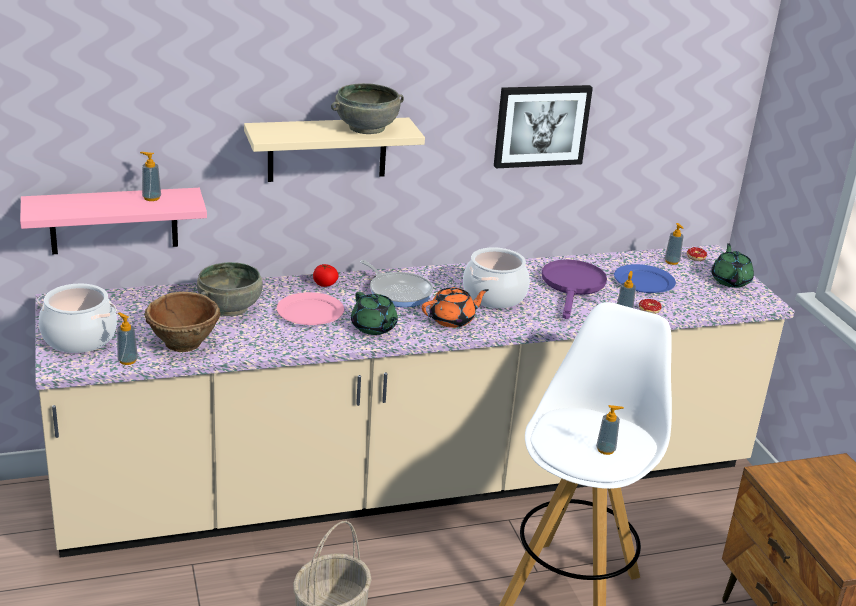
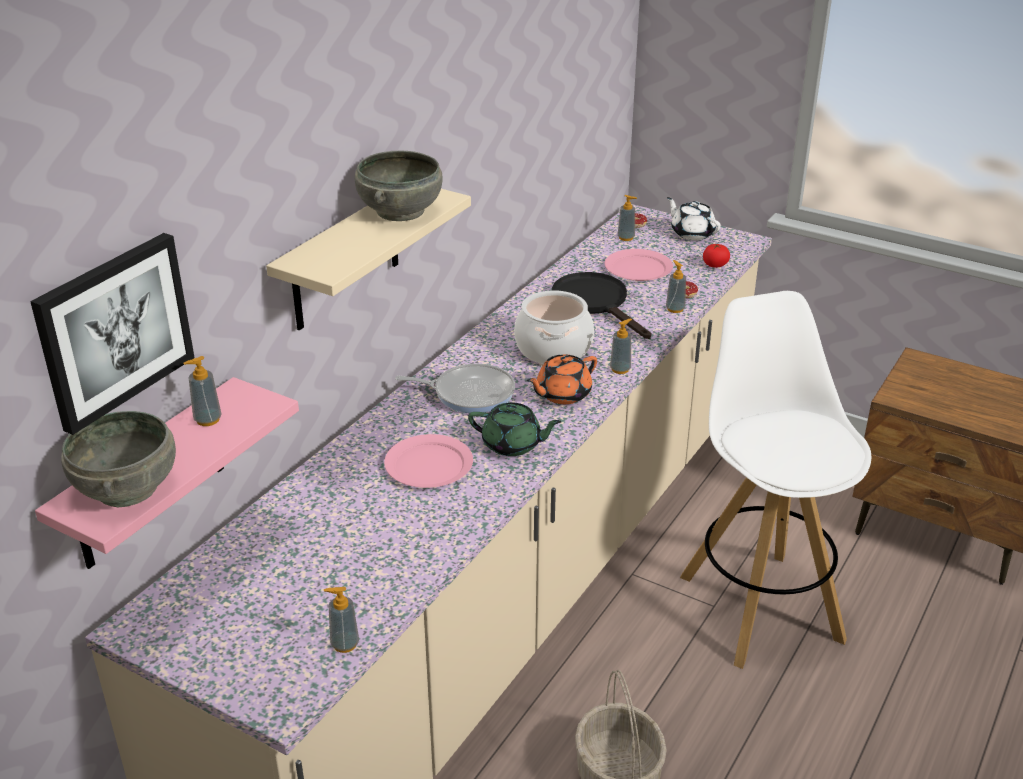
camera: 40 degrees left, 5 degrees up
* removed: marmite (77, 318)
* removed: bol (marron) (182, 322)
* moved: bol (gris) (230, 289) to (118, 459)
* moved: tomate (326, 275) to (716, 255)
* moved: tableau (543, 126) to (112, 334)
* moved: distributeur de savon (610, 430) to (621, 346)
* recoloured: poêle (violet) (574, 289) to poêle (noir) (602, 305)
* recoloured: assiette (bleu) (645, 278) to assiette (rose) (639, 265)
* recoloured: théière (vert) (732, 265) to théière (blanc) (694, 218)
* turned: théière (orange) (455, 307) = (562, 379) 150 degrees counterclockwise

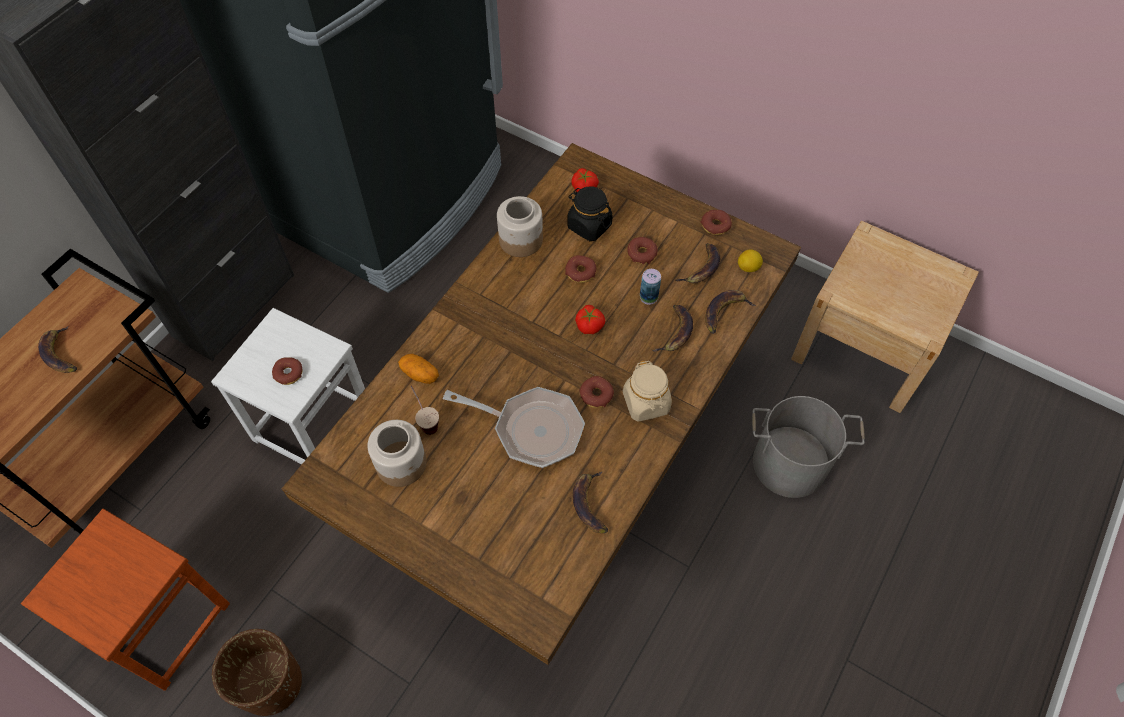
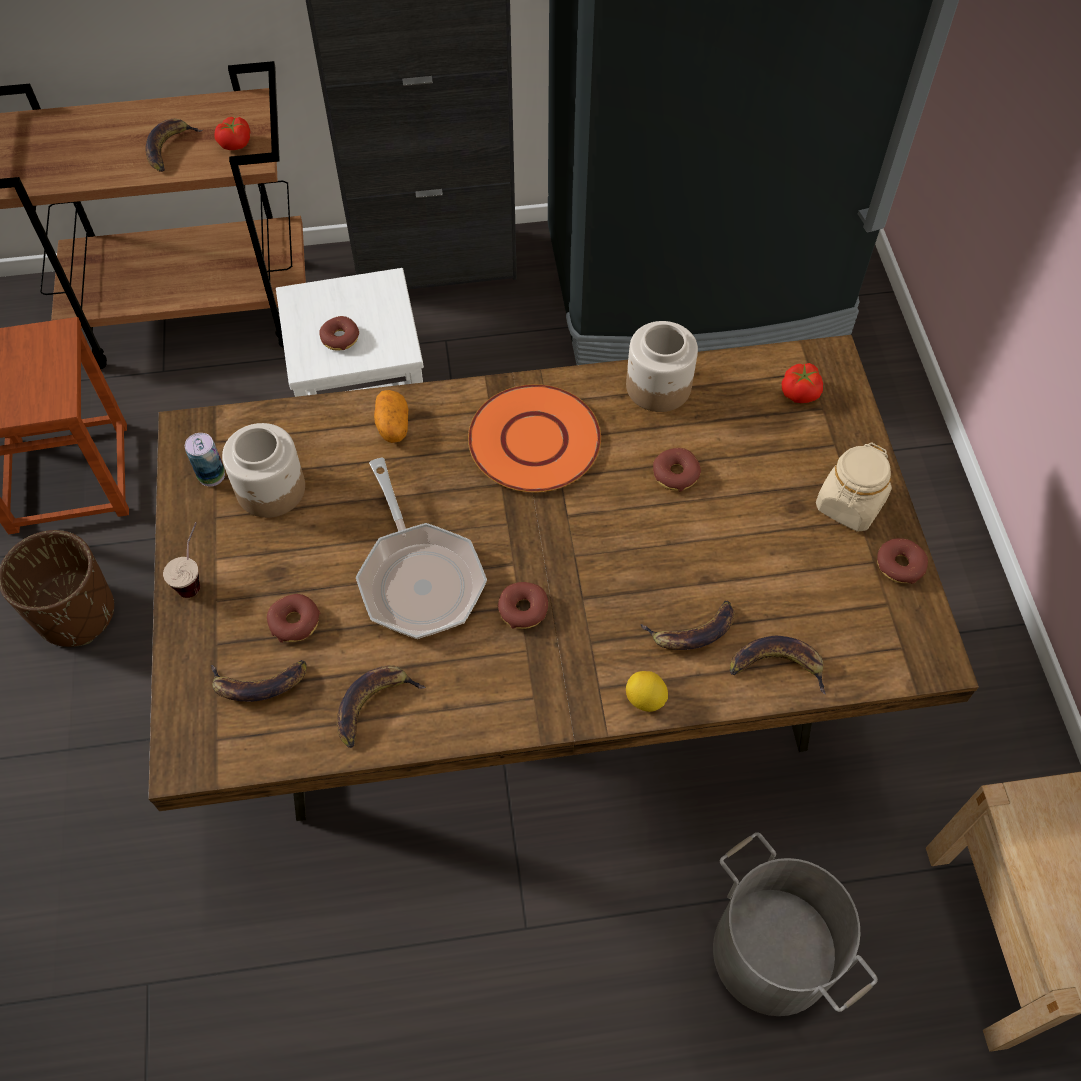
camera: 50 degrees right, 0 degrees up
* removed: bocal (noir) (590, 213)
* added: assiette (orange) (534, 438)
* moved: tasse (425, 410) to (181, 560)
* moved: tomate (590, 319) to (232, 133)
* moved: bocal (beige) (647, 391) to (854, 487)
* moved: beignet (642, 250) to (293, 618)
* moved: boîte métallique (650, 287) to (205, 460)
* moved: banane (698, 263) to (259, 681)
* moved: citron (750, 260) to (647, 691)

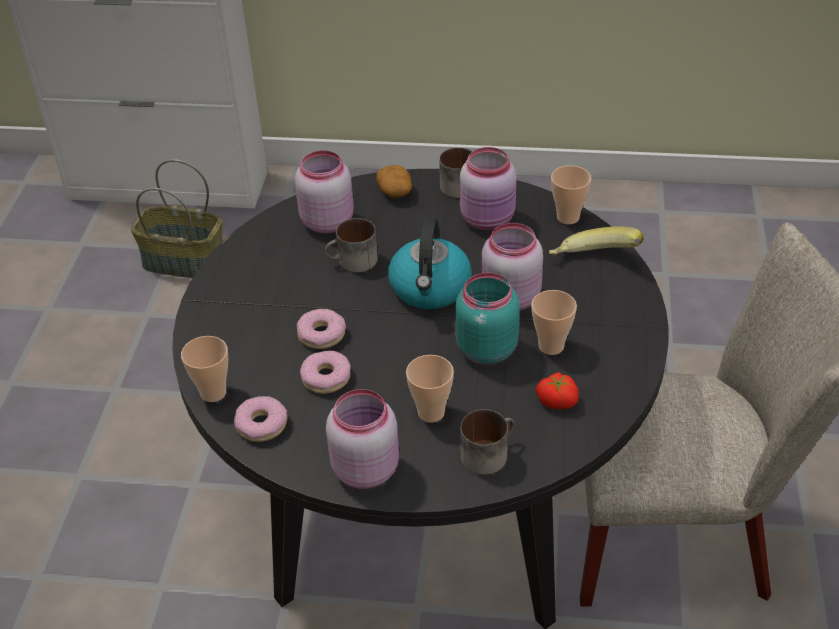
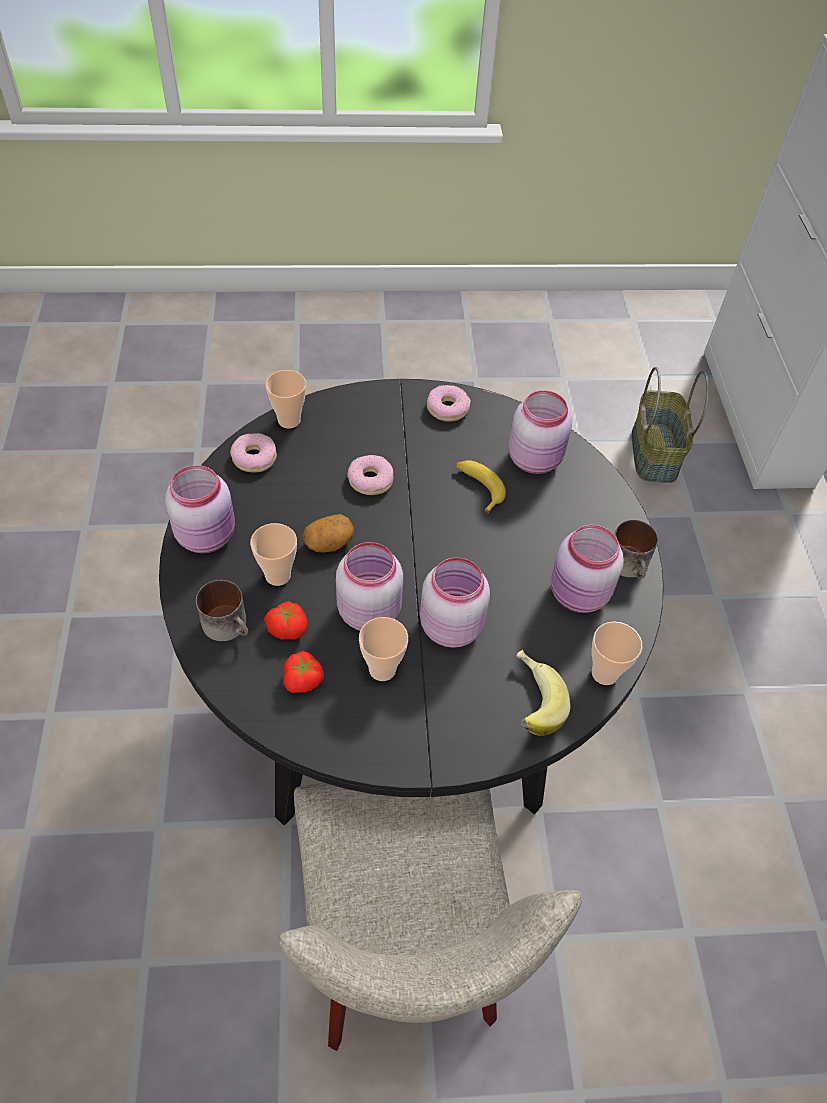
camera: 75 degrees right, 10 degrees up
* removed: bouilloire (430, 263)
* added: tomate (285, 620)
* moved: beignet (325, 372) to (449, 403)
* moved: pomme de terre (394, 181) to (328, 533)
* replaced: mug (351, 245) to banane (481, 487)
* recoloured: bocal (turquoise) (487, 318) to bocal (rose) (369, 586)

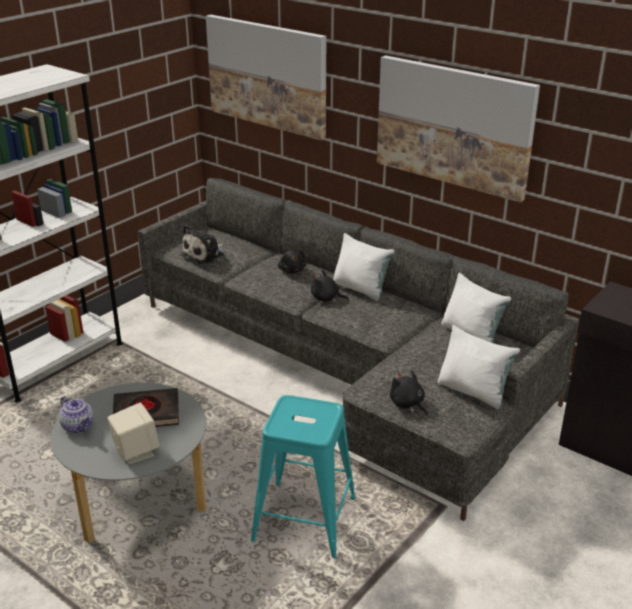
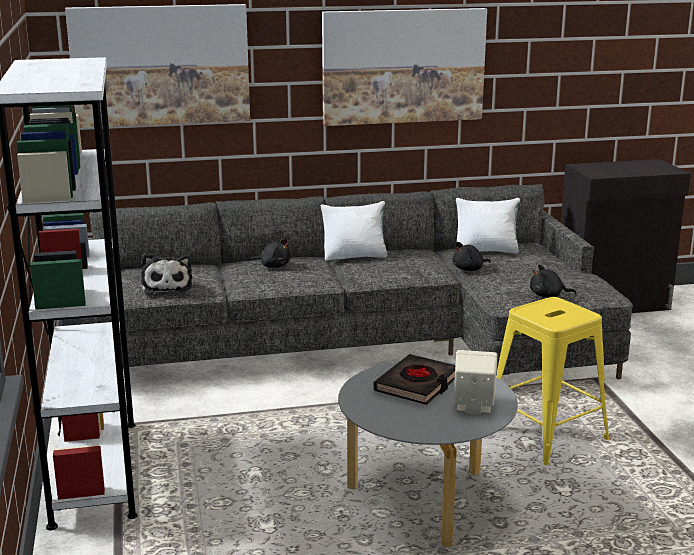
camera: 50 degrees left, 10 degrees down
* removed: théière (76, 414)
* removed: coussin (blanc) (479, 367)
* moved: peluche (noir) (330, 286) to (471, 256)
* recoloured: tabouret (turquoise) (303, 476) to tabouret (jaune) (553, 381)

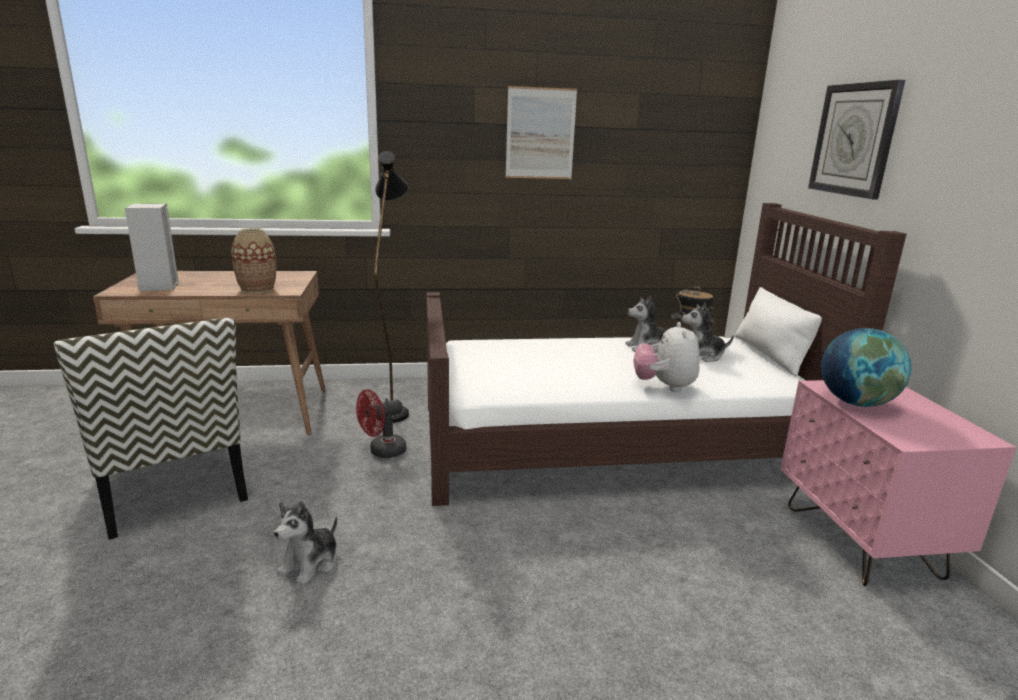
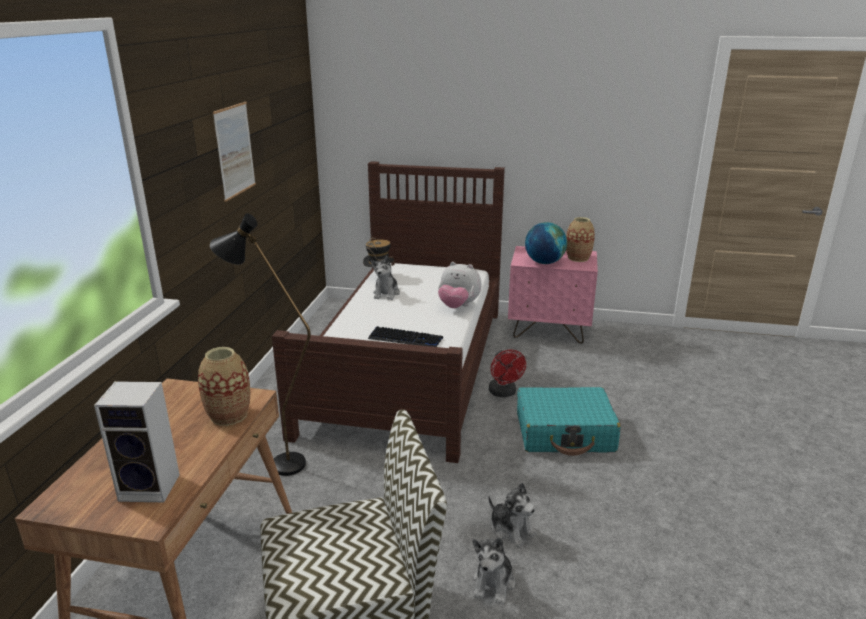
camera: 70 degrees left, 5 degrees up
* removed: coussin (blanc) (778, 331)
* removed: horloge murale (856, 140)
* added: clavier (405, 336)
* added: valise (turquoise) (569, 421)
* added: vase (580, 239)
* moved: ventilateur (rouge) (381, 423) to (507, 373)
* moved: peluche (707, 332) to (493, 571)

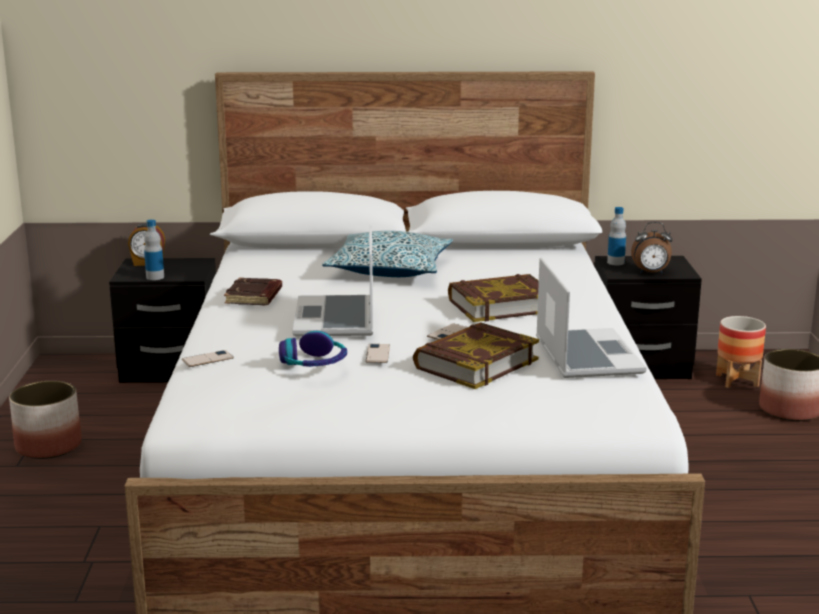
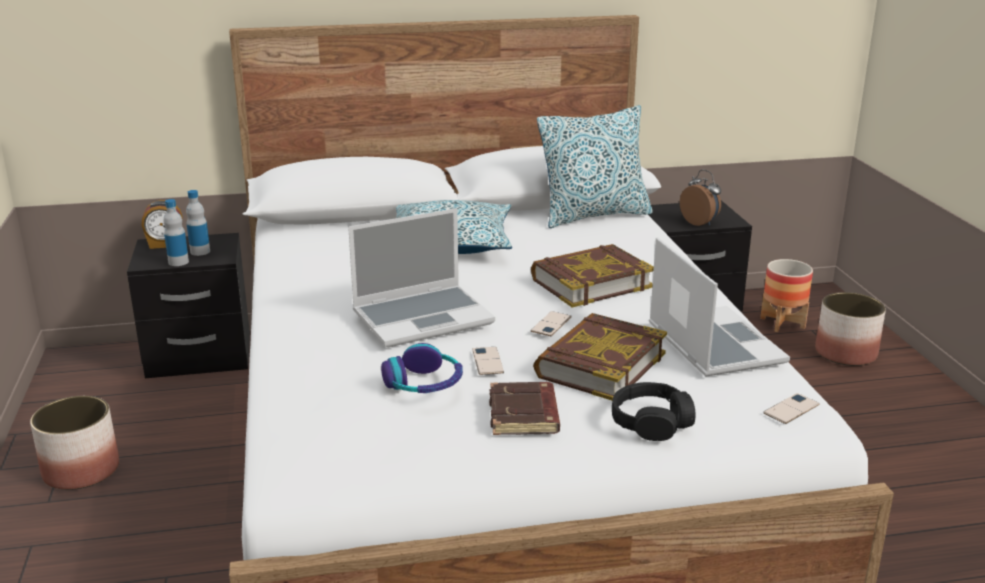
camera: 10 degrees left, 5 degrees up
* added: coussin (595, 166)
* added: casque audio (noir) (653, 411)
* moved: téléphone (208, 358) to (791, 408)
* moved: livre (marron) (253, 291) to (524, 408)
* moved: bouteille (616, 236) to (198, 223)
* turned: ordinateur portable (333, 281) = (421, 278) 105 degrees counterclockwise
* turned: réveil (651, 248) = (700, 197) 120 degrees counterclockwise

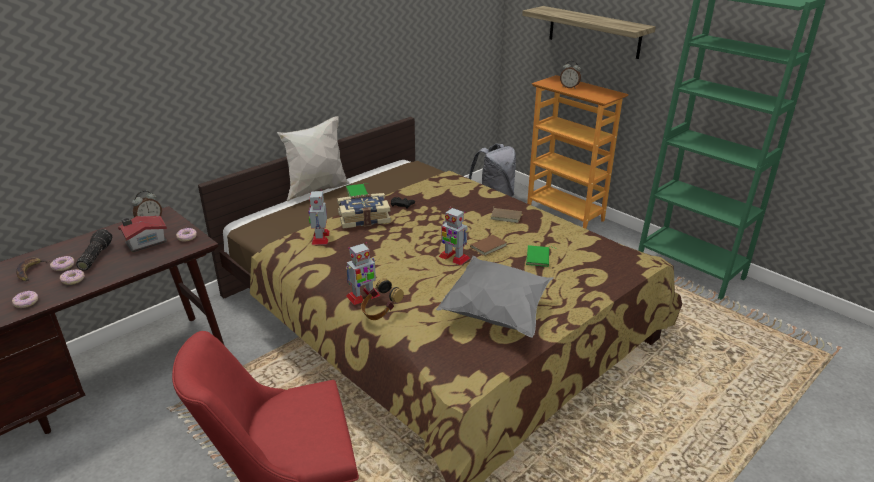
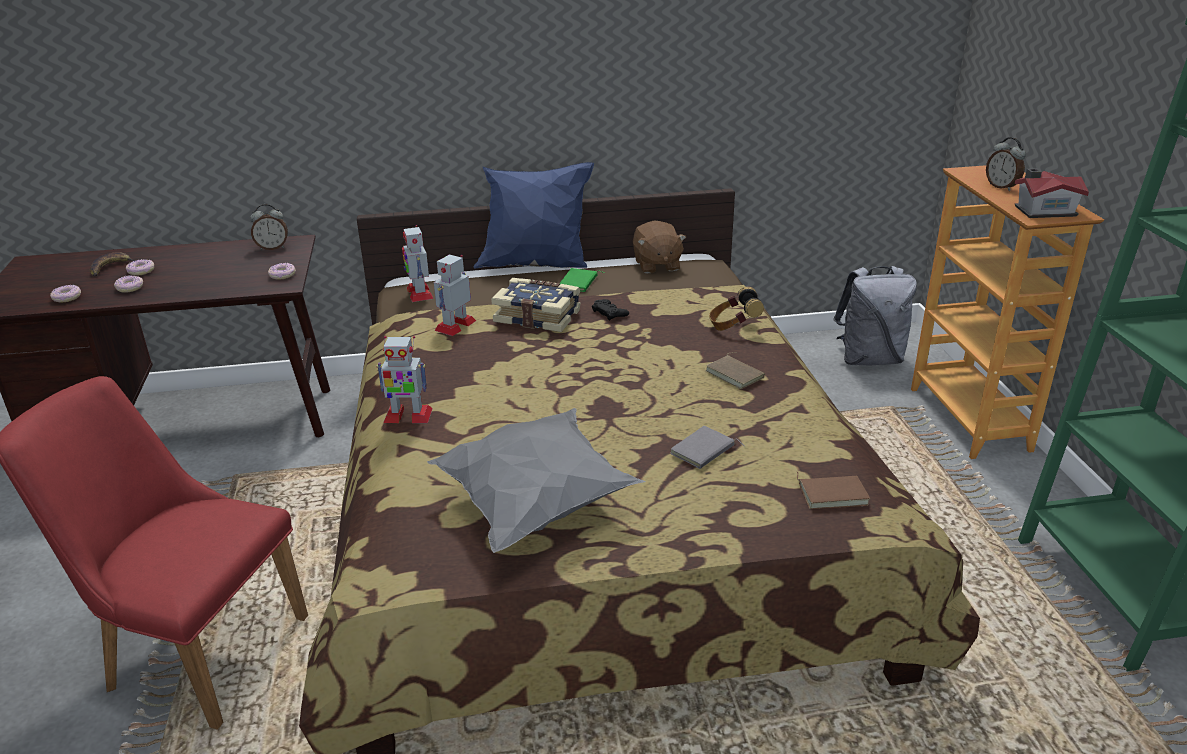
camera: 35 degrees right, 0 degrees up
* removed: lampe de poche (94, 250)
* removed: étagère (589, 32)
* added: peluche (marron) (659, 247)
* moved: maison miniature (142, 234) to (1051, 193)
* moved: casque audio (382, 299) to (736, 309)
* moved: robot jouet (454, 236) to (417, 263)
* moved: livre (marron) (487, 245) to (833, 490)
* recoloured: coussin (blanc) (313, 159) to coussin (bleu) (534, 215)
* recoloured: livre (vert) (540, 256) to livre (gris) (707, 447)

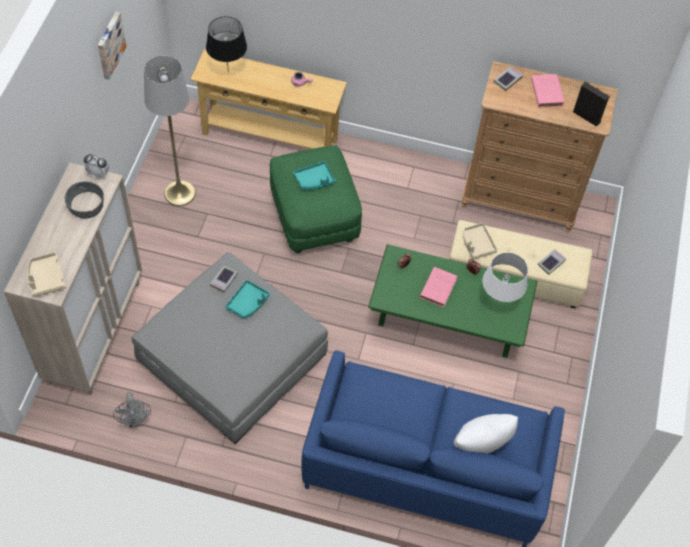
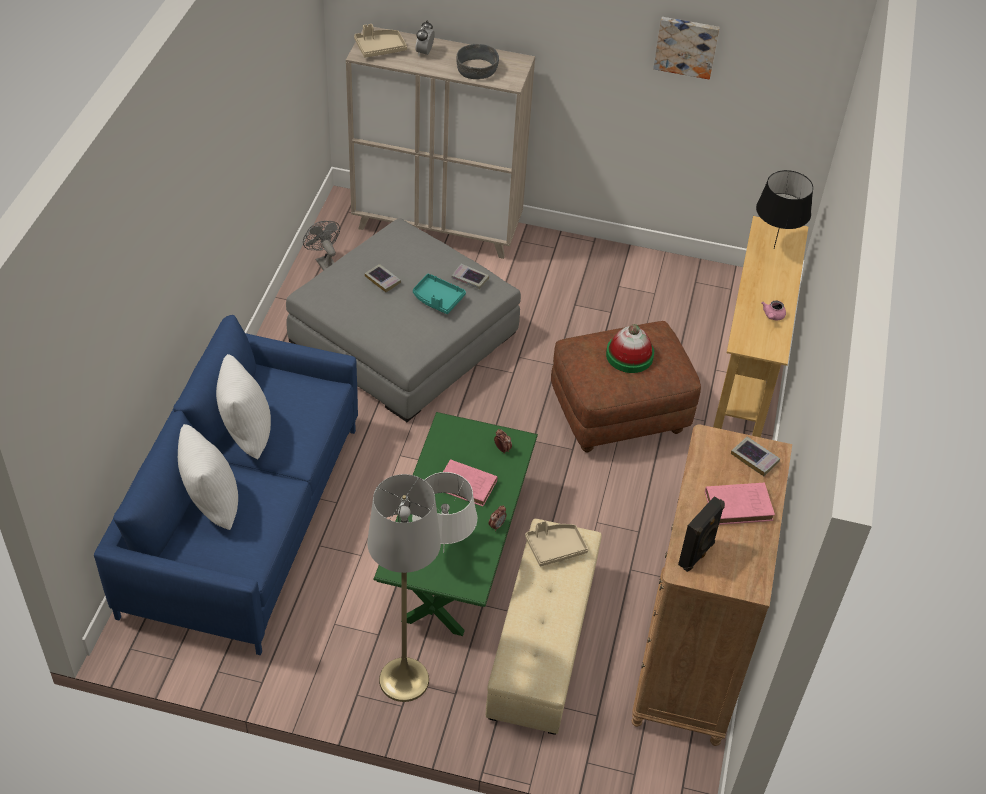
camera: 90 degrees right, 10 degrees down
* added: coussin (blanc) (243, 406)
* moved: réveil (96, 166) to (425, 38)
* moved: lampadaire (gris) (169, 130) to (404, 588)
* moved: livre (551, 262) to (383, 278)
* replaced: plateau (turquoise) (314, 175) to chapeau (630, 348)
* recoloured: pouf (vert) (316, 199) to pouf (marron) (626, 386)
* turned: ventilateur (gris) (132, 410) = (321, 246) 75 degrees clockwise

